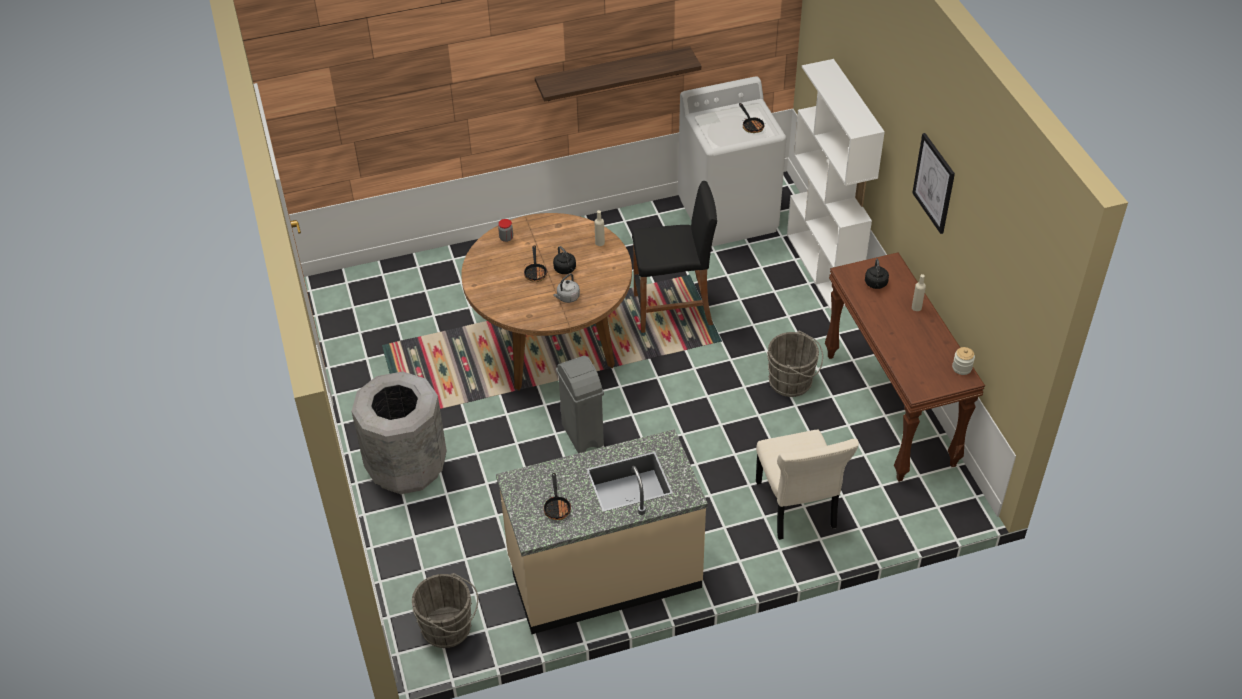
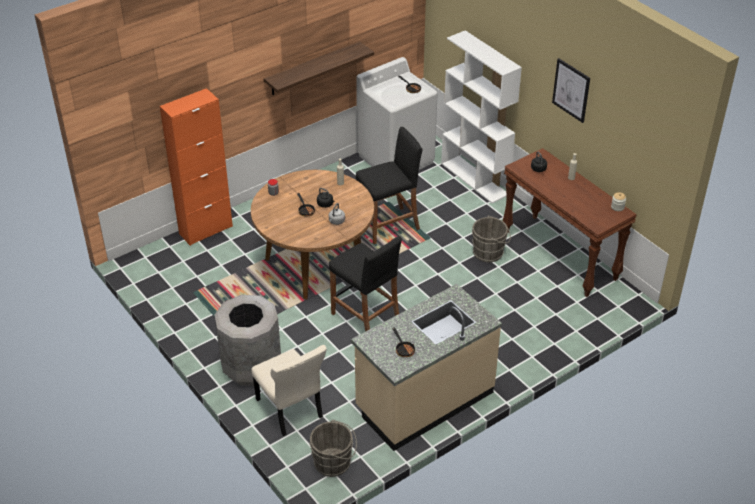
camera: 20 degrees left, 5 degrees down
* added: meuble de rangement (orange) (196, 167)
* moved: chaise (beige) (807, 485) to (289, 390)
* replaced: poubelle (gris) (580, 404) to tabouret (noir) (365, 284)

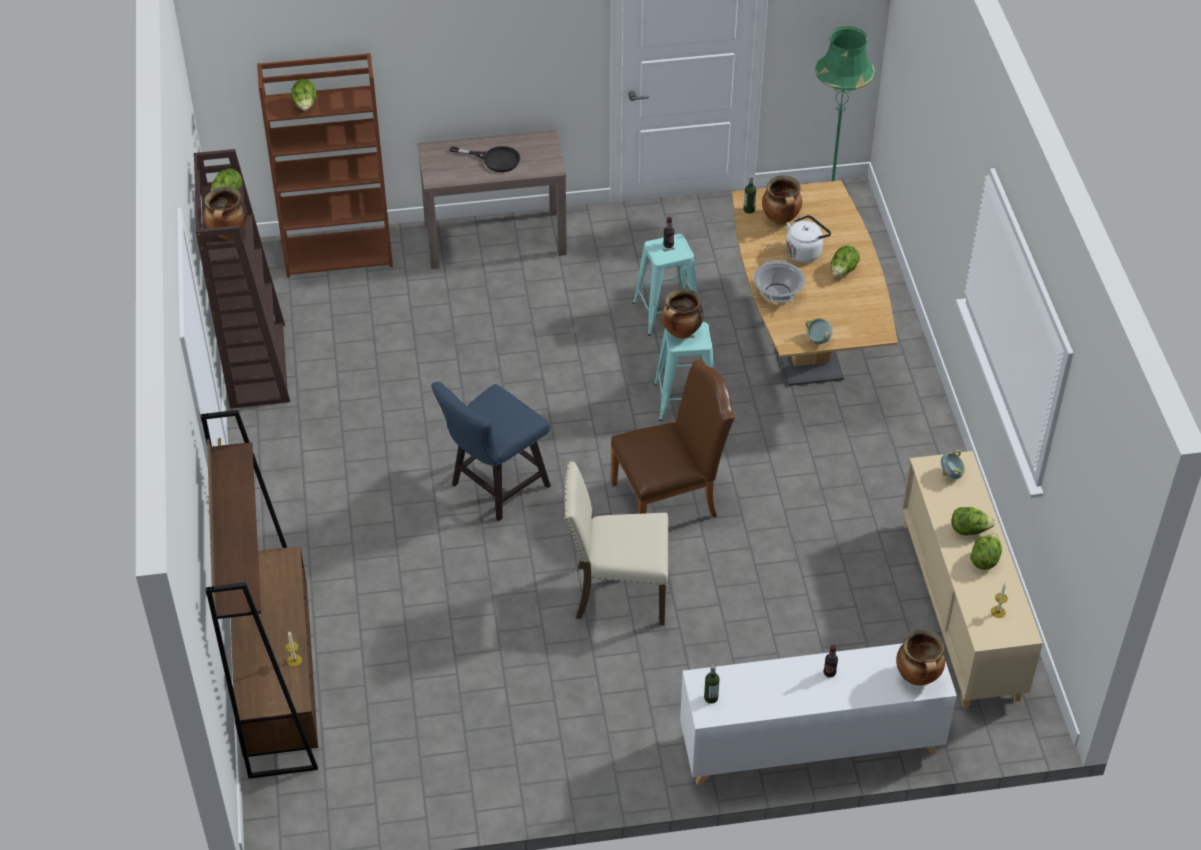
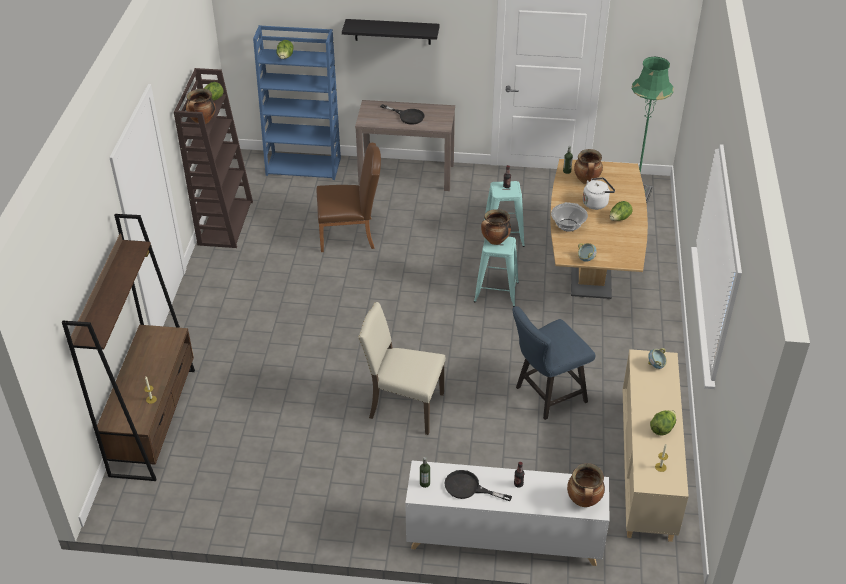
camera: 15 degrees right, 5 degrees down
* removed: laitue (973, 521)
* added: étagère (noir) (391, 32)
* added: poêle (noir) (478, 485)
* moved: chaise (bleu) (491, 451) to (553, 363)
* moved: chaise (marron) (673, 439) to (349, 197)
* recoloured: bibliothèque (marron) (325, 165) to bibliothèque (bleu) (297, 102)

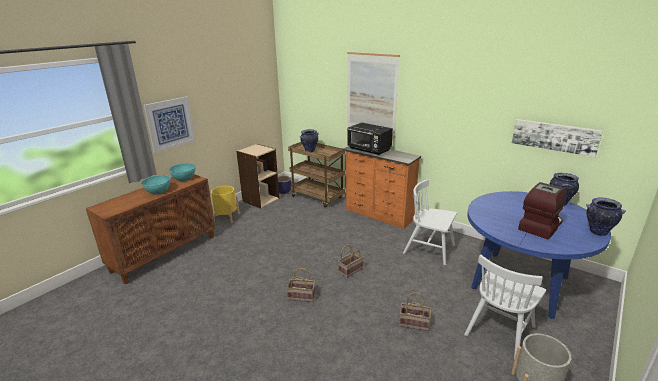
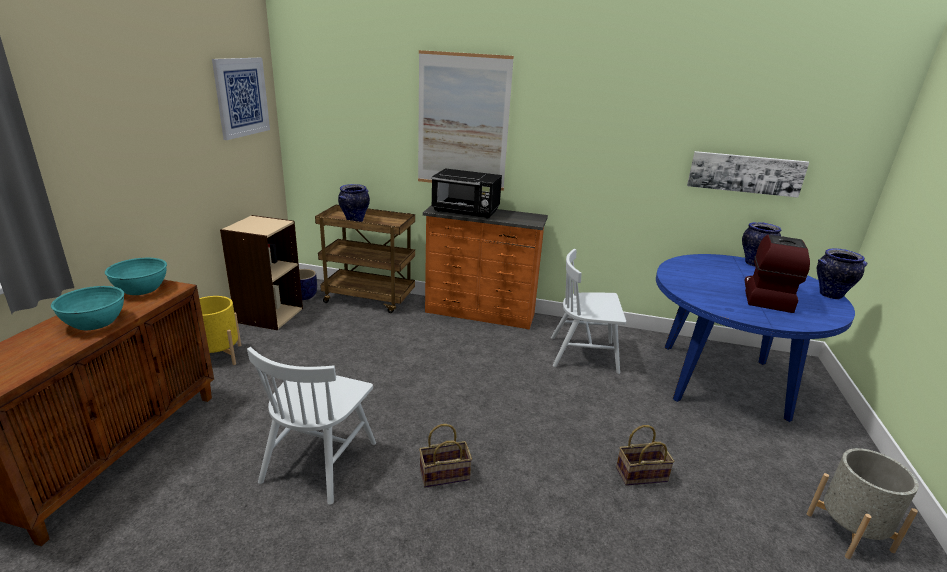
camera: 25 degrees left, 0 degrees up
* removed: panier (351, 261)
* moved: tableau (169, 124) to (241, 99)
* moved: chaise (blanc) (505, 307) to (311, 426)

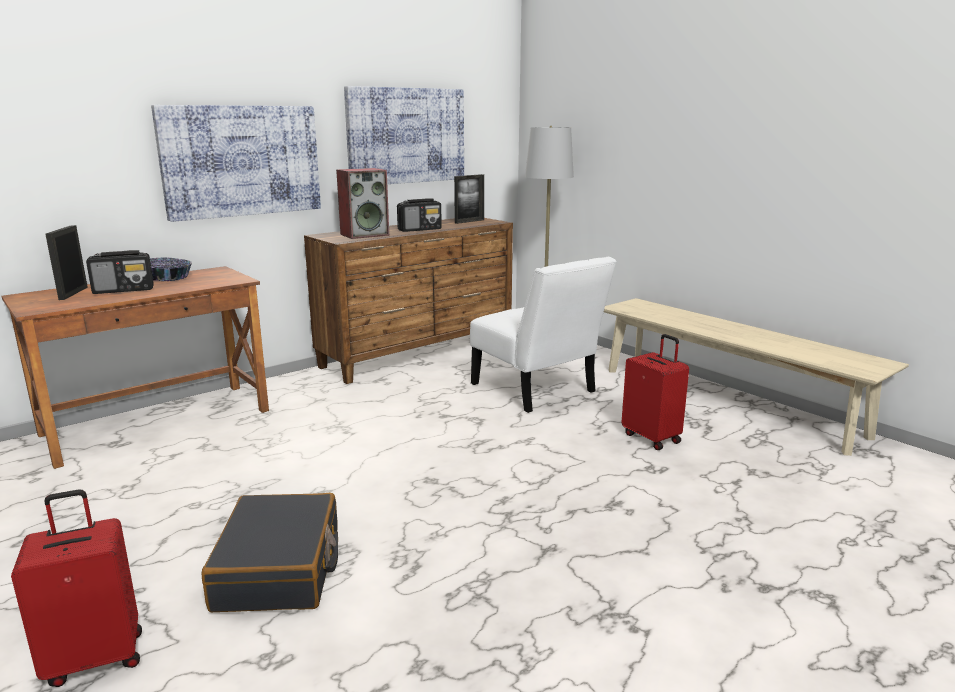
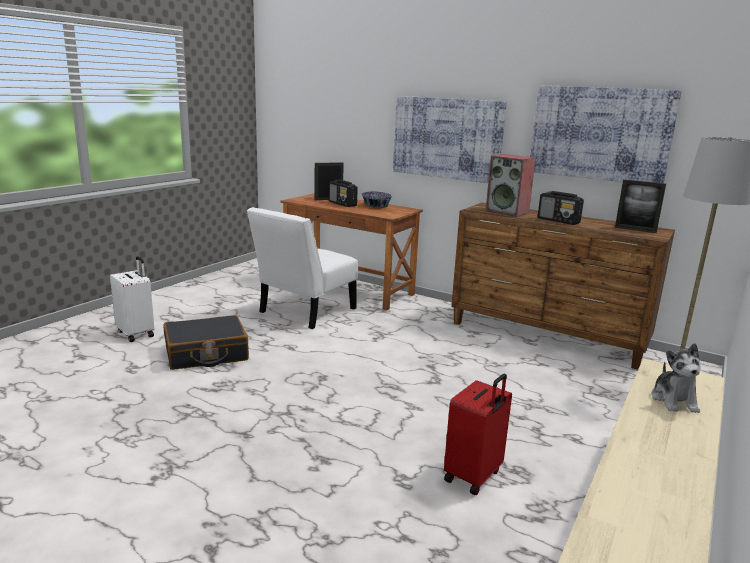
camera: 70 degrees right, 0 degrees up
* added: peluche (676, 378)
* moved: chaise (blanc) (543, 335) to (302, 268)
* recoloured: valise (rouge) (76, 588) to valise (blanc) (132, 299)

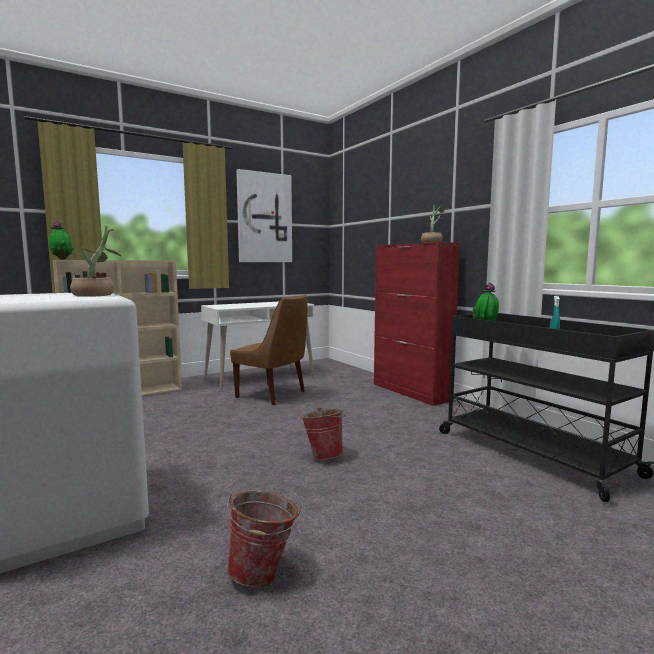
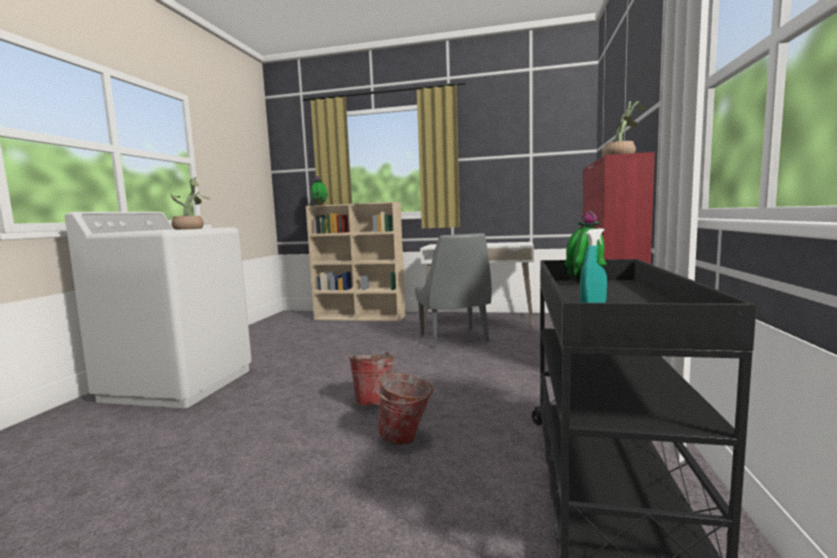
camera: 45 degrees right, 0 degrees up
* removed: tableau (264, 215)
* moved: seau (264, 539) to (404, 407)
* recoloured: chaise (marron) (269, 350) to chaise (gris) (453, 290)

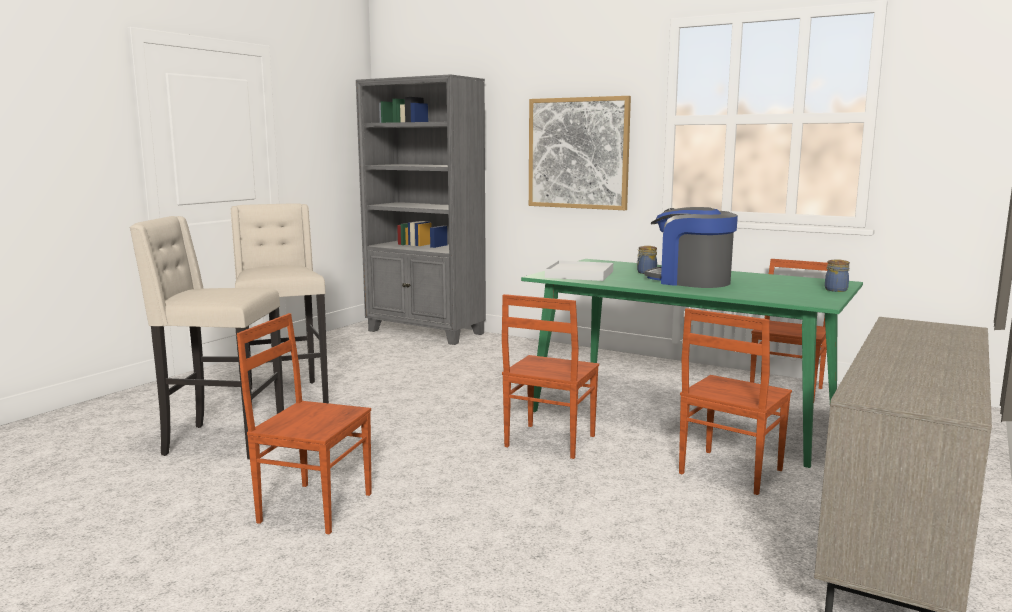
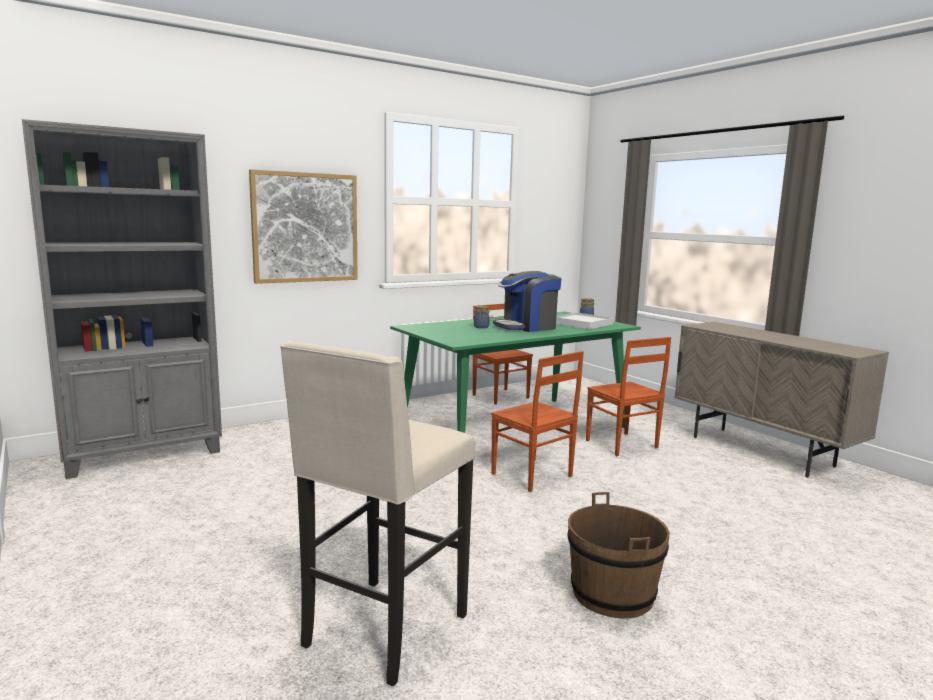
camera: 65 degrees left, 0 degrees up
* removed: tabouret (beige) (280, 303)
* moved: plateau (blanc) (579, 270) to (585, 321)
* replaced: chaise (marron) (304, 424) to seau (marron) (618, 555)

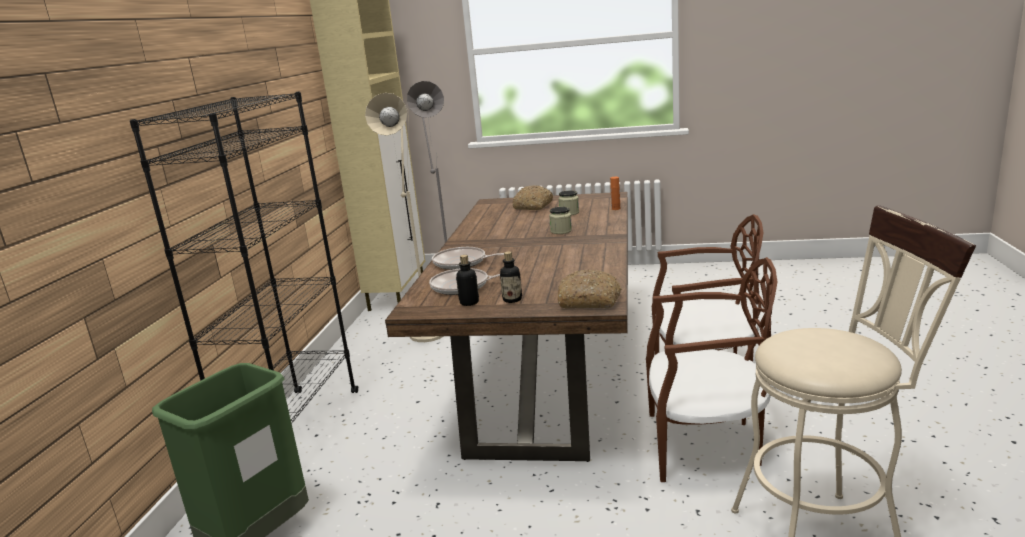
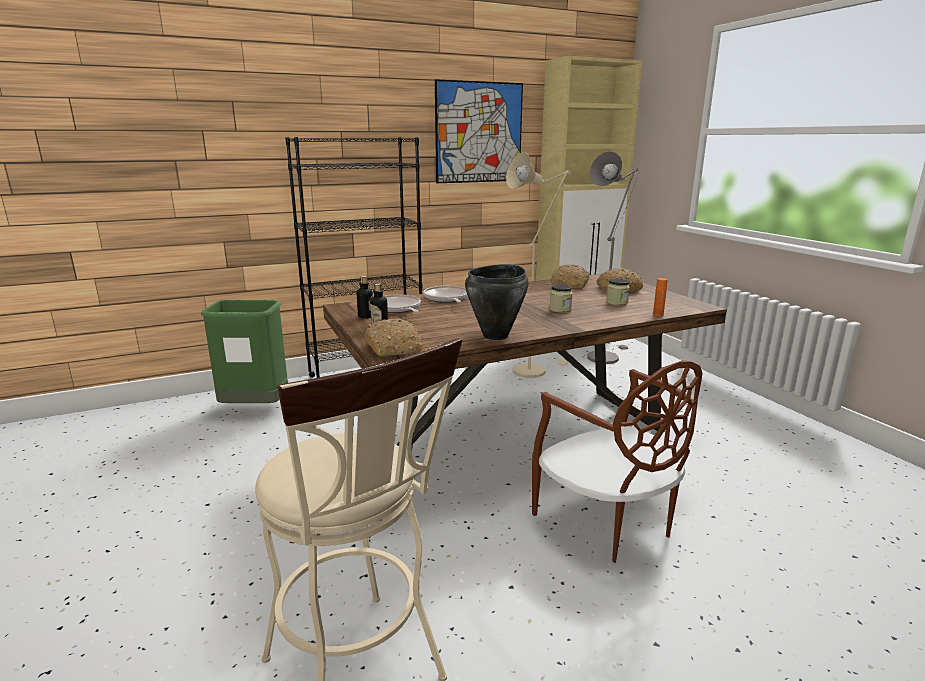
camera: 55 degrees right, 0 degrees up
* removed: chaise (marron) (711, 369)
* added: tableau (479, 131)
* added: marmite (noir) (496, 302)
* added: pain (570, 277)

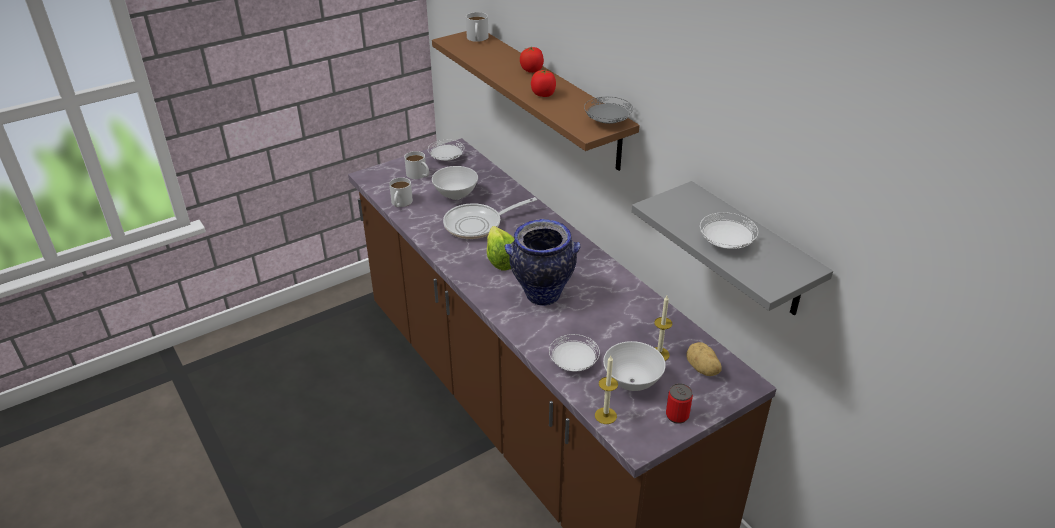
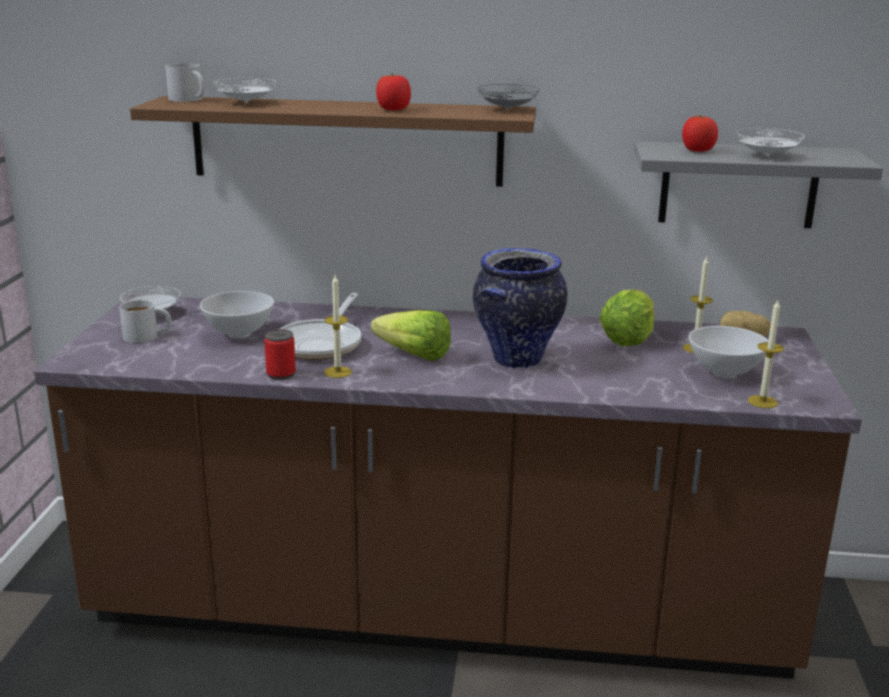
camera: 50 degrees left, 15 degrees down
* removed: mug (blanc) (401, 192)
* added: bougie (338, 326)
* added: laitue (626, 318)
* moved: tomate (532, 59) to (700, 133)
* moved: assiette (blanc) (574, 352) to (245, 90)
* moved: boîte métallique (679, 403) to (280, 354)

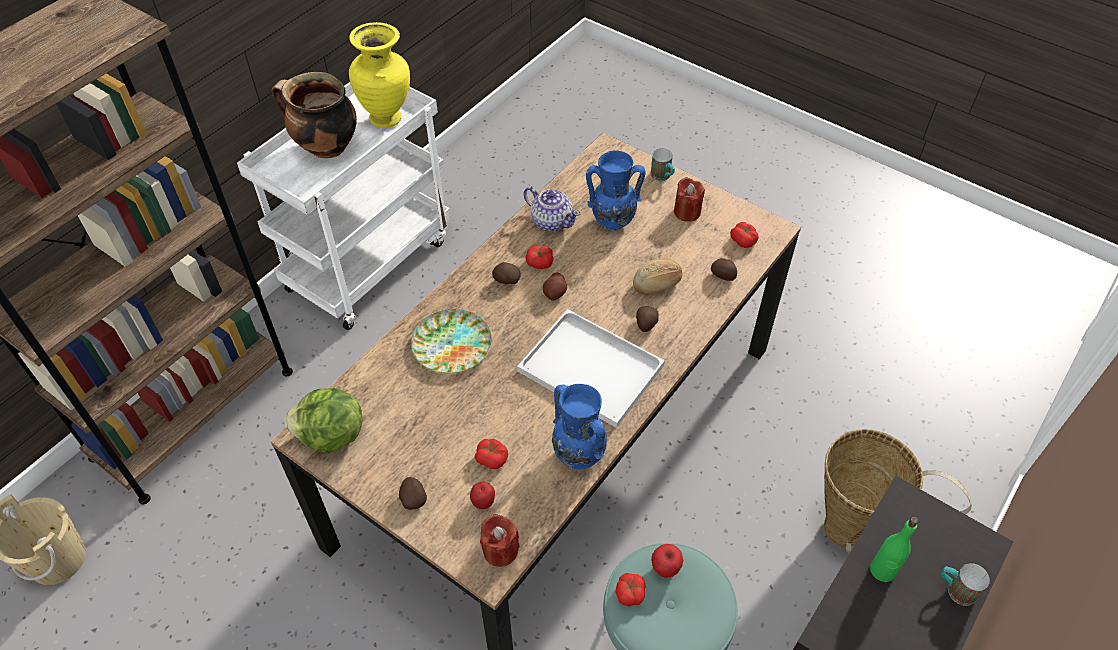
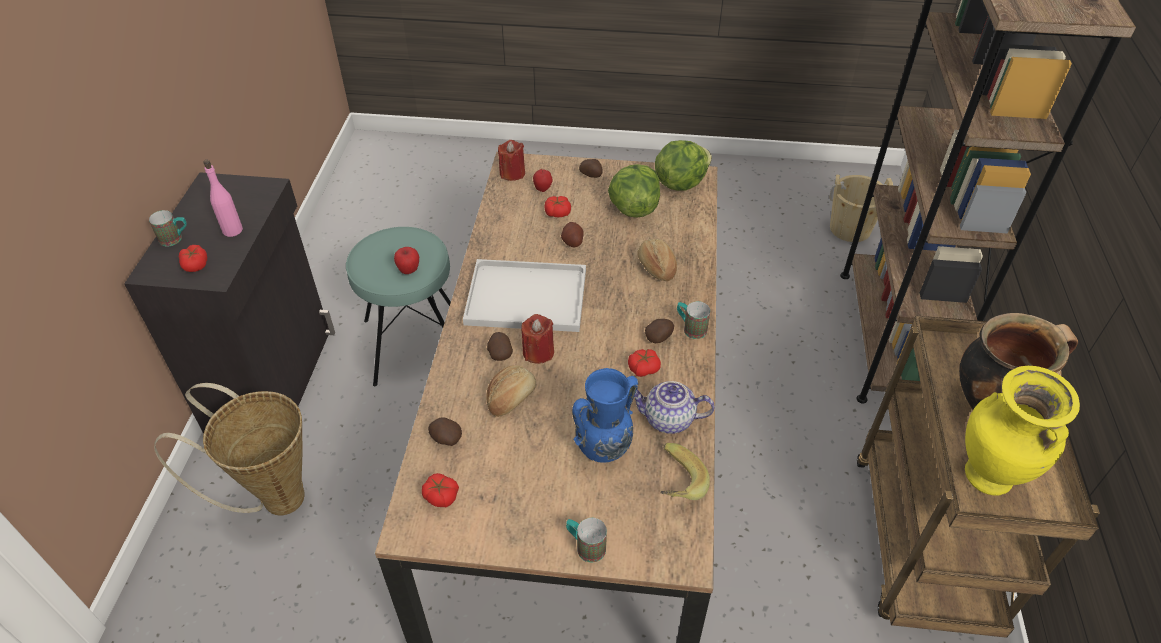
camera: 150 degrees right, 5 degrees down
* removed: vase (bleu) (579, 426)
* added: laitue (634, 191)
* added: banane (685, 471)
* added: mug (693, 320)
* moved: pomme de terre (555, 286) to (572, 234)
* moved: tomate (630, 589) to (193, 258)
* moved: bougie (rouge) (689, 199) to (537, 339)
* replaced: assiette (451, 341) to pain (657, 260)
* recoloured: chariot (blanc) (344, 206) to chariot (marron) (978, 477)
* recoloured: bouteille (vert) (894, 549) to bouteille (rose) (223, 198)

